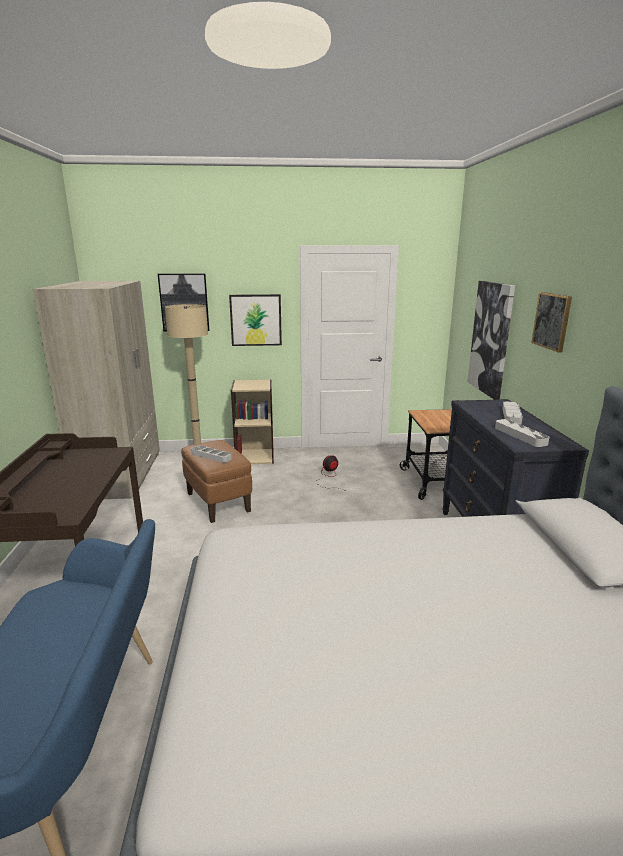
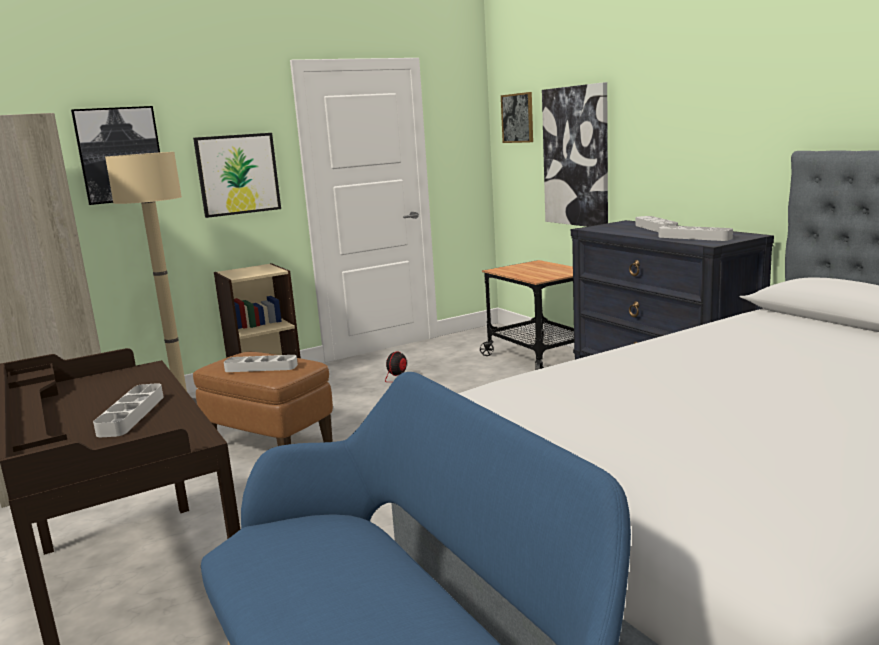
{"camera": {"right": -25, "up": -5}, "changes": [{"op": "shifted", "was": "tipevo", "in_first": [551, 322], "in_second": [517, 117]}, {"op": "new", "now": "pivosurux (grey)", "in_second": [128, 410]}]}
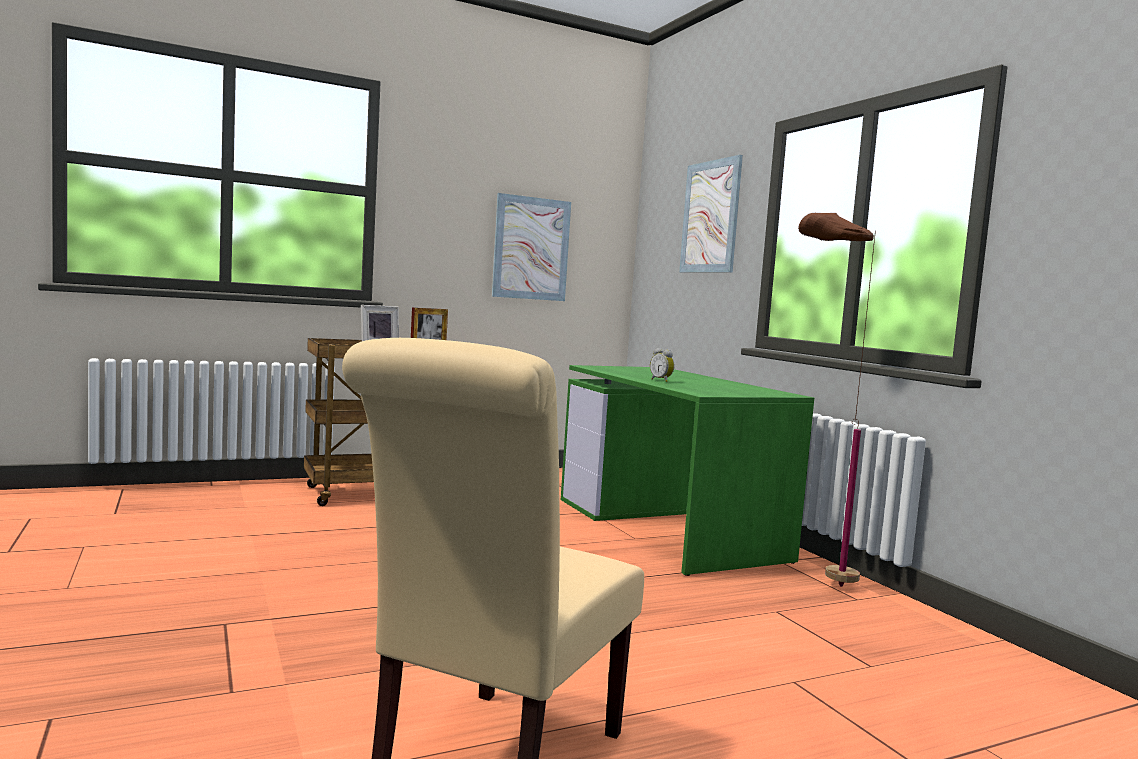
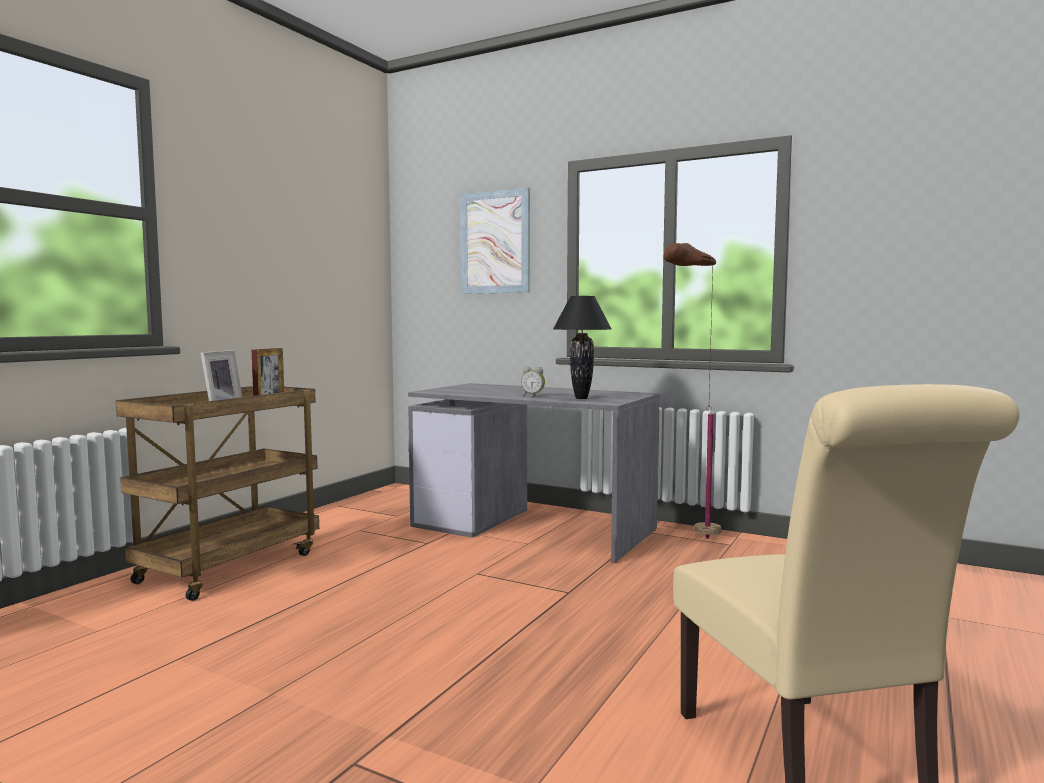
{"camera": {"right": -35, "up": 0}, "changes": [{"op": "gone", "was": "tipevo", "in_first": [531, 247]}, {"op": "repainted", "was": "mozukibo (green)", "now": "mozukibo (grey)", "in_first": [687, 470], "in_second": [534, 472]}, {"op": "new", "now": "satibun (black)", "in_second": [582, 347]}]}
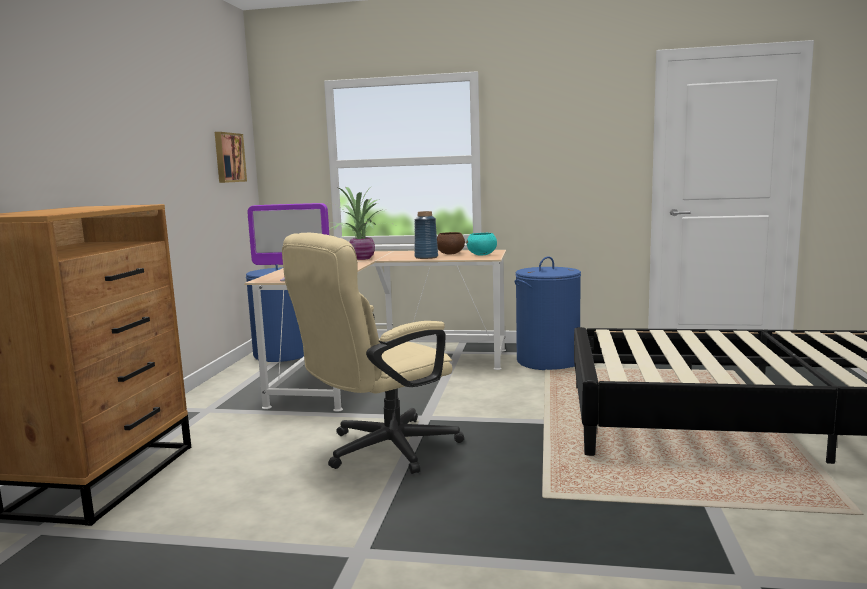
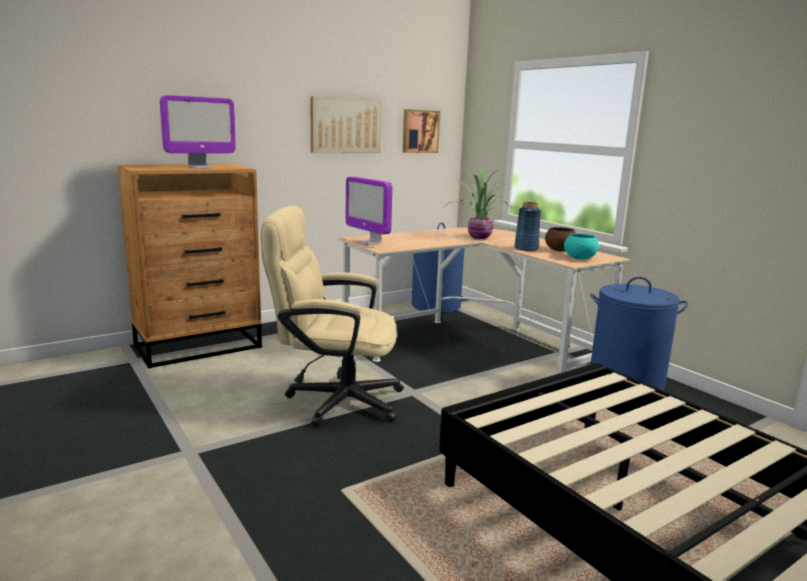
{"camera": {"right": 45, "up": 5}, "changes": [{"op": "new", "now": "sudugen", "in_second": [198, 132]}, {"op": "new", "now": "tipevo", "in_second": [346, 125]}]}
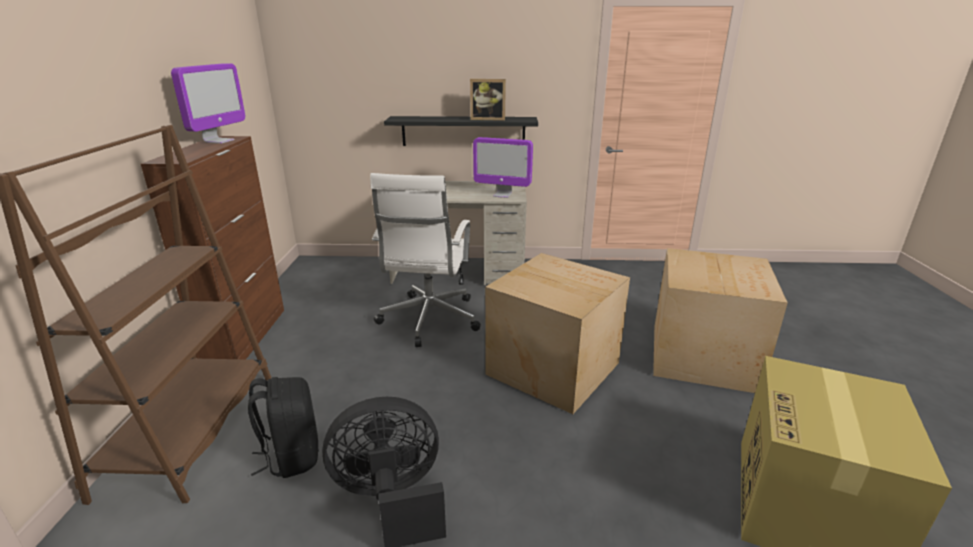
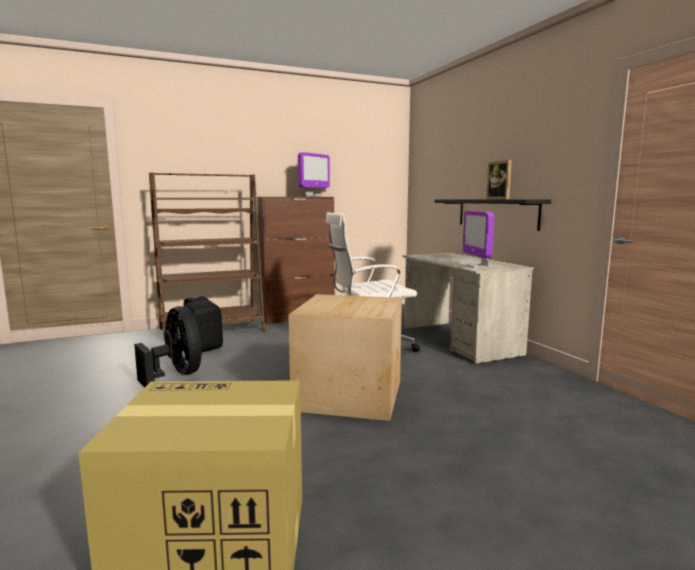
{"camera": {"right": 65, "up": -15}, "changes": [{"op": "rotated", "was": "sudugen", "in_first": [208, 103], "in_second": [314, 174], "clockwise": -45}, {"op": "gone", "was": "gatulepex", "in_first": [720, 320]}]}
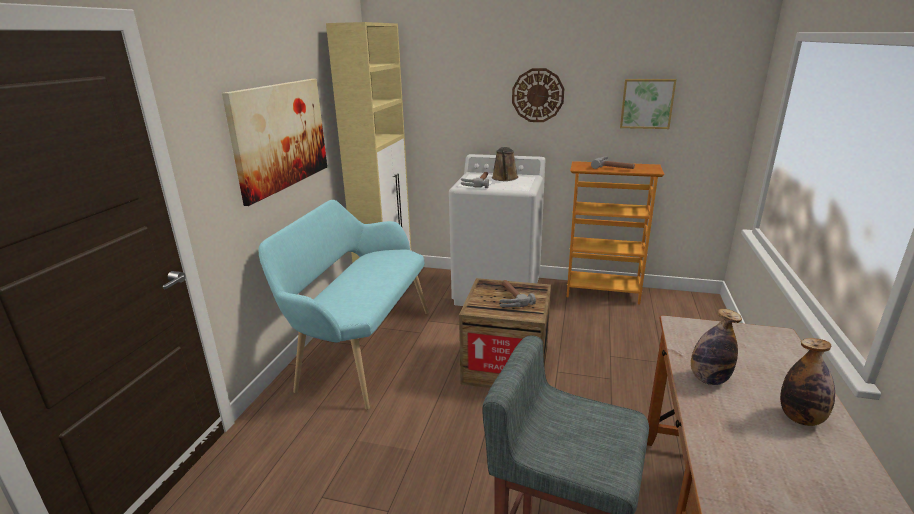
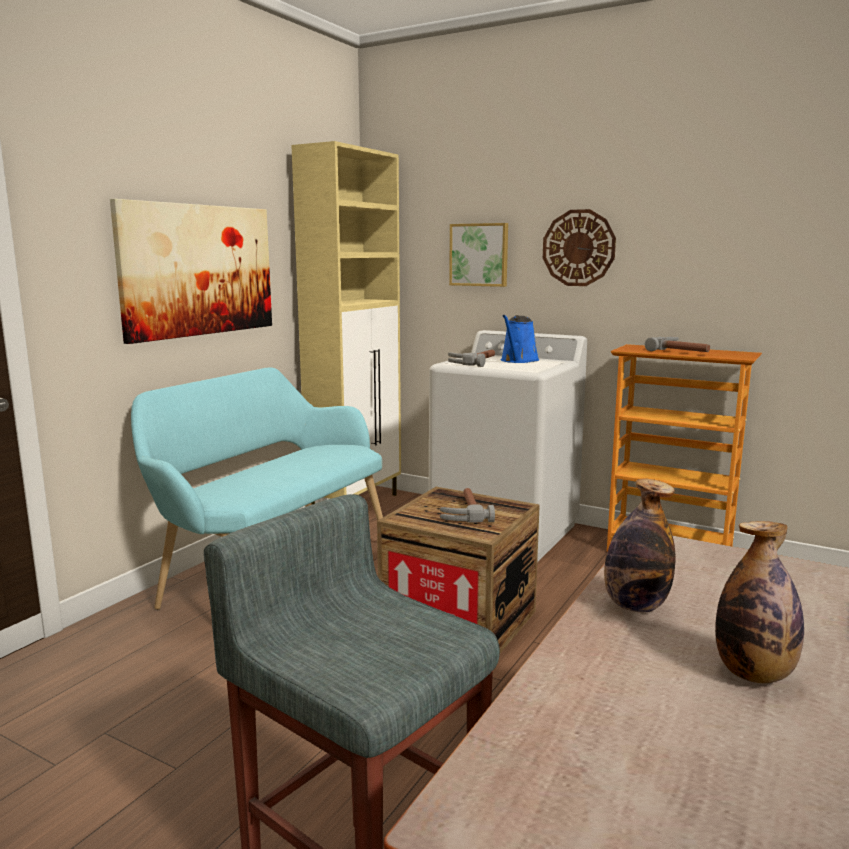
{"camera": {"right": 15, "up": -10}, "changes": [{"op": "repainted", "was": "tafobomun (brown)", "now": "tafobomun (blue)", "in_first": [505, 164], "in_second": [520, 339]}, {"op": "shifted", "was": "tipevo", "in_first": [648, 104], "in_second": [478, 255]}]}
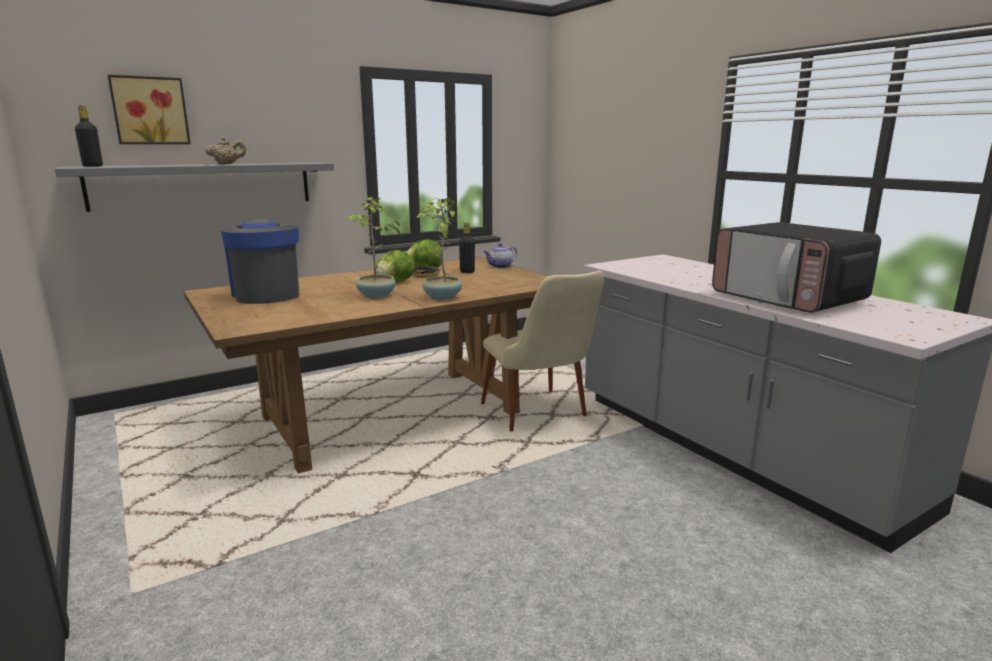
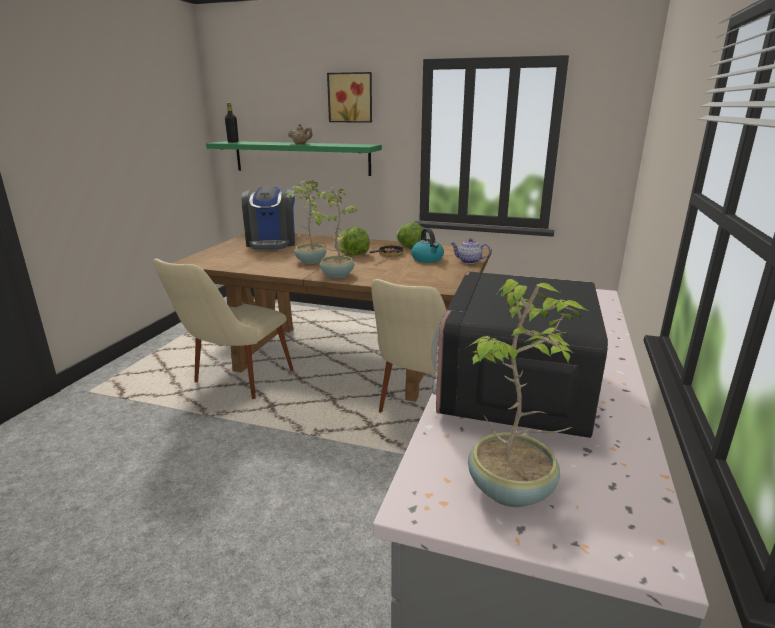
{"camera": {"right": 50, "up": 5}, "changes": [{"op": "repainted", "was": "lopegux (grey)", "now": "lopegux (green)", "in_first": [194, 187], "in_second": [294, 158]}, {"op": "shifted", "was": "tipevo", "in_first": [149, 109], "in_second": [349, 97]}, {"op": "rotated", "was": "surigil", "in_first": [260, 261], "in_second": [268, 217], "clockwise": 150}, {"op": "swapped", "was": "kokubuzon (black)", "now": "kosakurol", "in_first": [467, 248], "in_second": [427, 245]}, {"op": "new", "now": "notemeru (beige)", "in_second": [223, 328]}, {"op": "new", "now": "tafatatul", "in_second": [528, 392]}]}
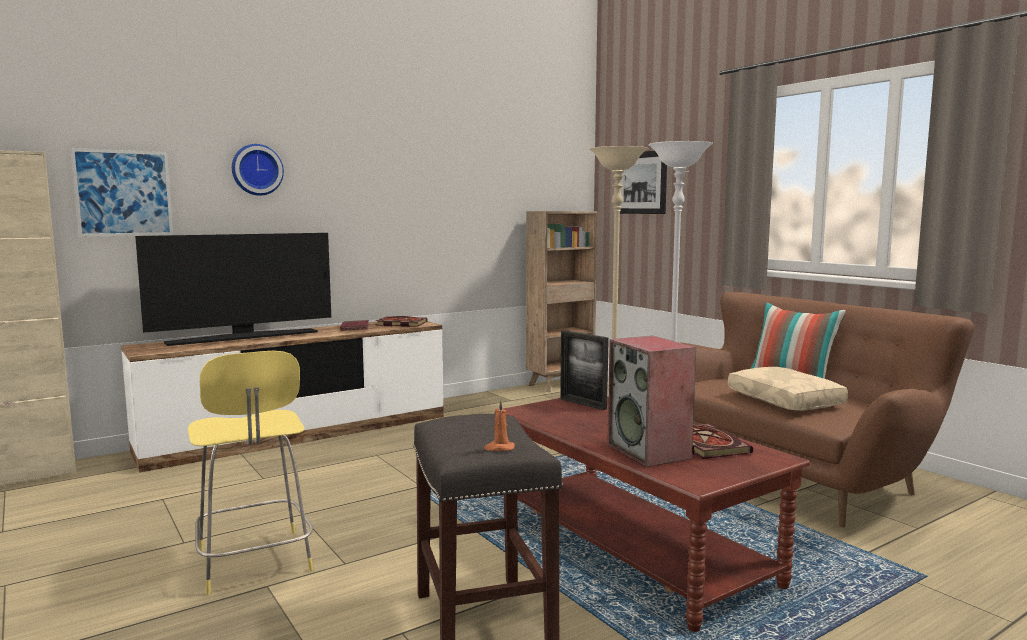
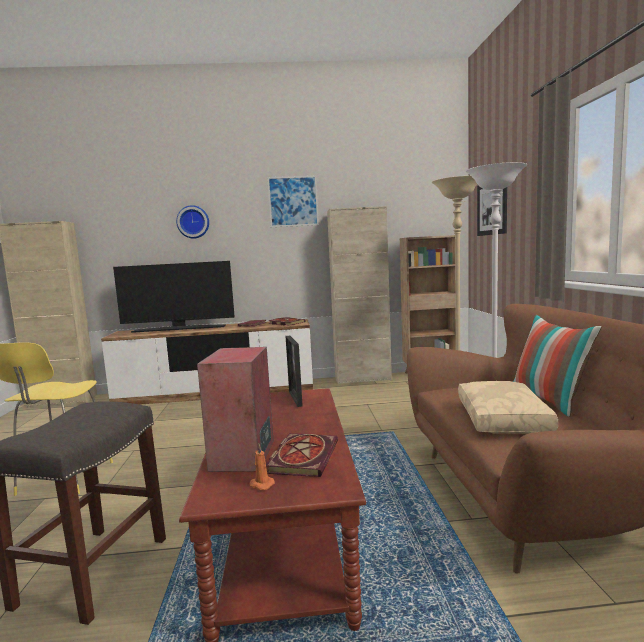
{"camera": {"right": 30, "up": 0}, "changes": [{"op": "shifted", "was": "tipevo", "in_first": [122, 192], "in_second": [293, 201]}, {"op": "shifted", "was": "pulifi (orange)", "in_first": [499, 425], "in_second": [262, 467]}, {"op": "new", "now": "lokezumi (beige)", "in_second": [359, 295]}]}
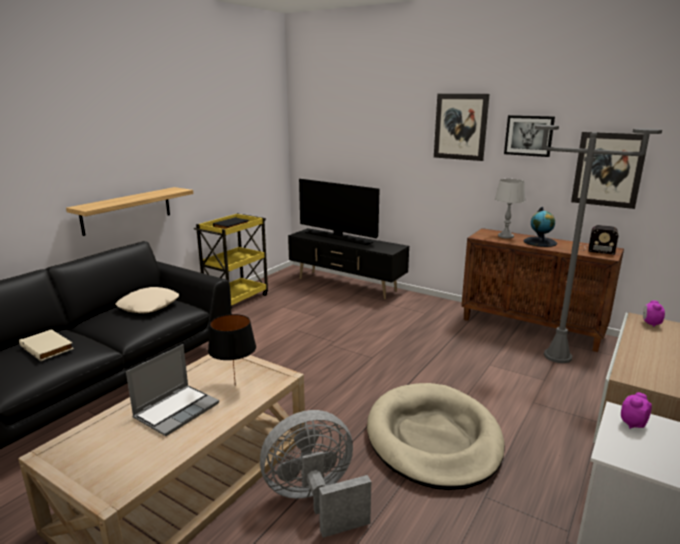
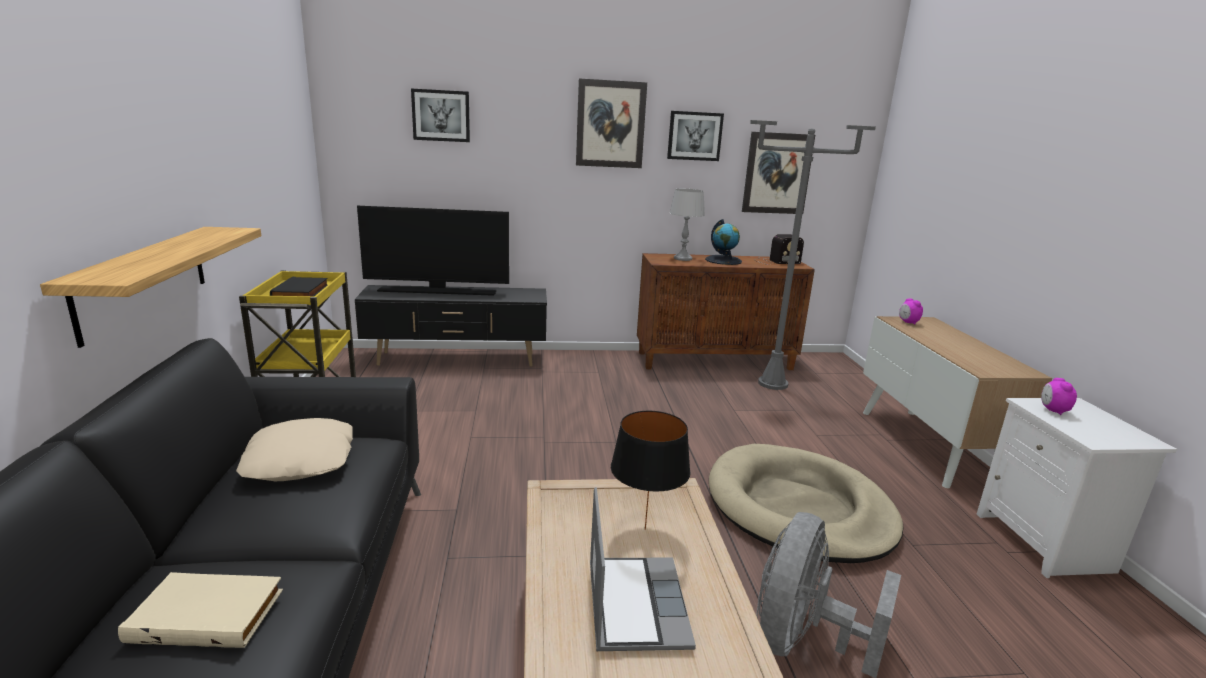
{"camera": {"right": -40, "up": 0}, "changes": [{"op": "new", "now": "tipevo", "in_second": [440, 115]}]}
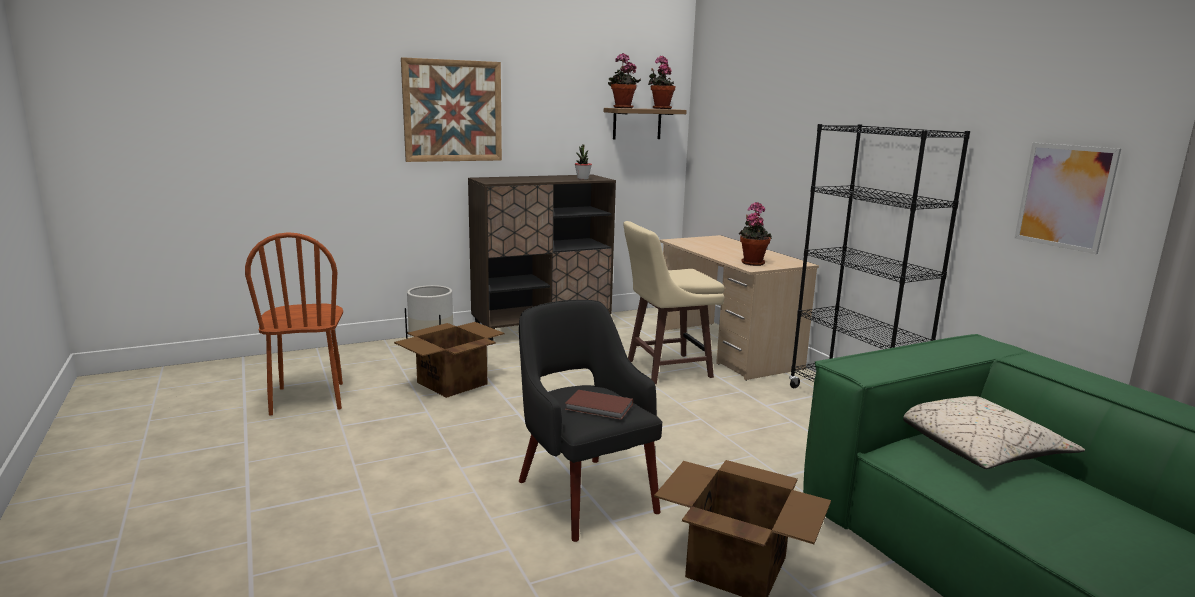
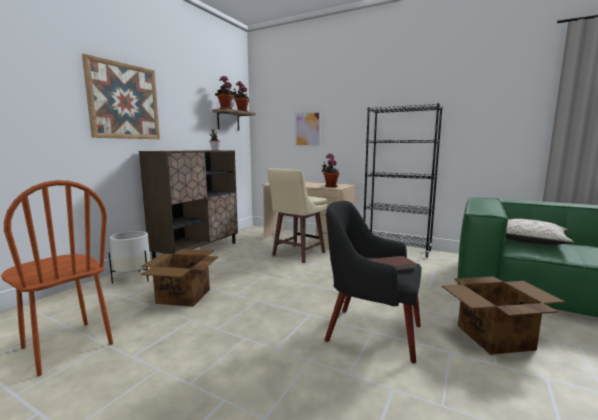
{"camera": {"right": -35, "up": -5}, "changes": [{"op": "shifted", "was": "tipevo", "in_first": [1068, 198], "in_second": [308, 129]}]}
